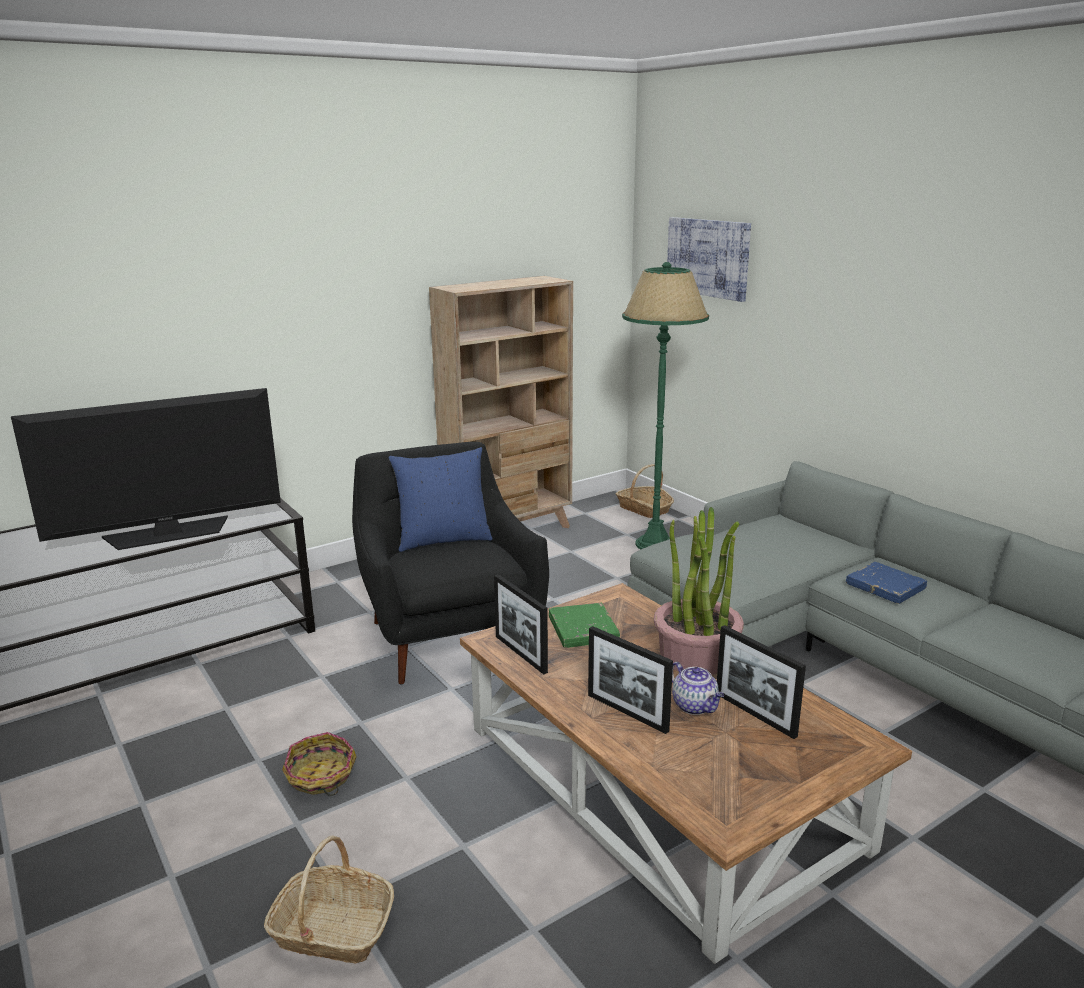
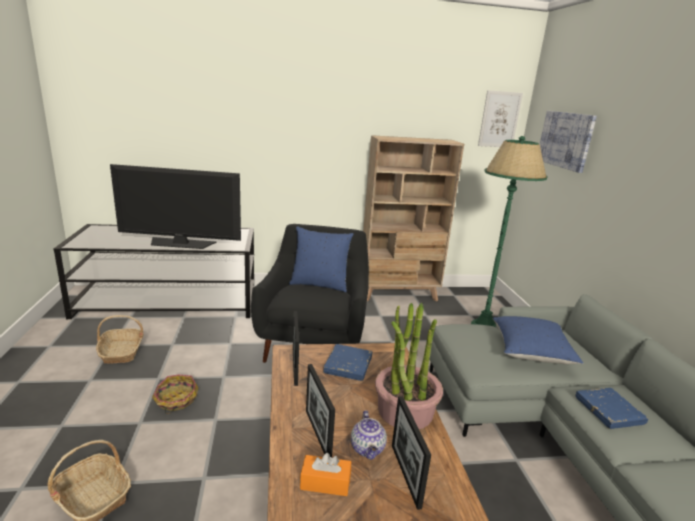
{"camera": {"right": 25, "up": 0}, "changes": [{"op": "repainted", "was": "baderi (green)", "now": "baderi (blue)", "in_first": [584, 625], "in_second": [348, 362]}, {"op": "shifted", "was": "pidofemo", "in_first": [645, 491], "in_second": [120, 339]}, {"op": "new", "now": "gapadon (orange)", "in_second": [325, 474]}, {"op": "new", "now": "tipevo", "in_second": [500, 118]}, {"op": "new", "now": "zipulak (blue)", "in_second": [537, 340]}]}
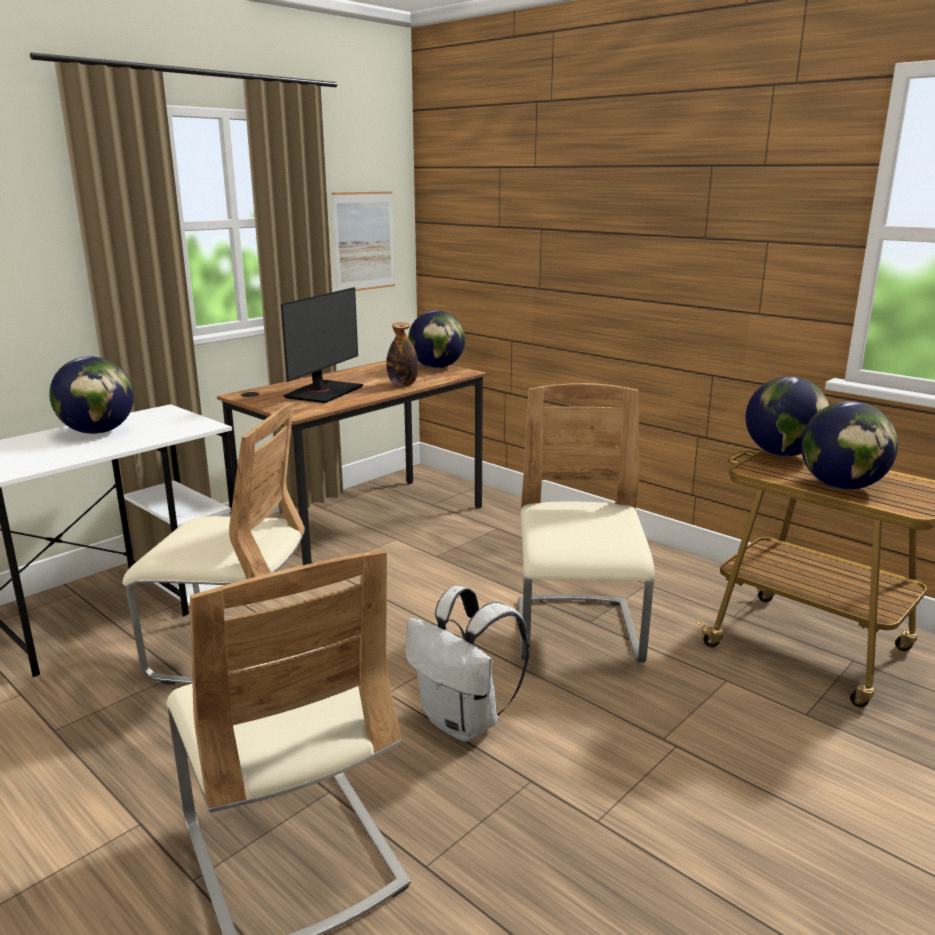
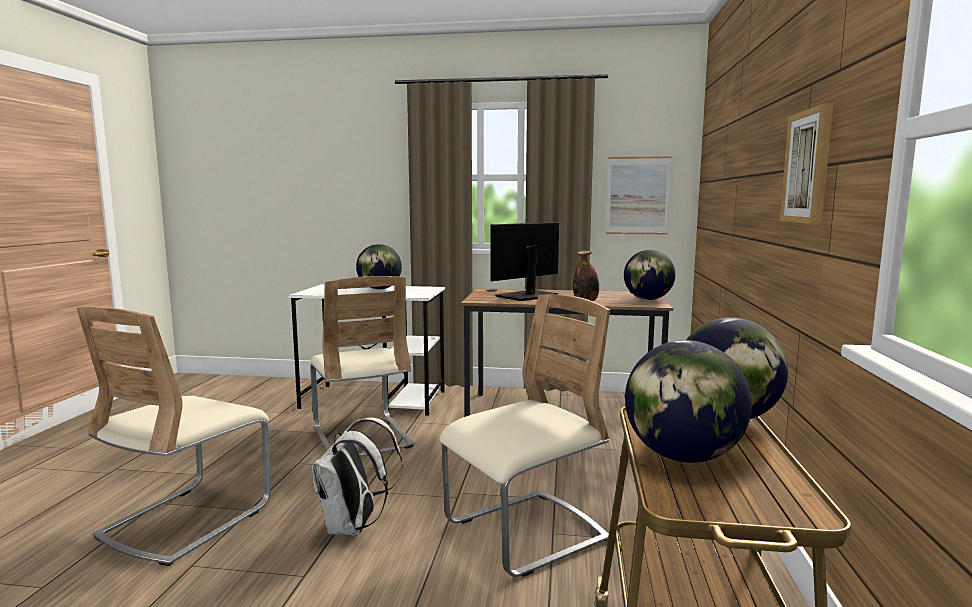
{"camera": {"right": 55, "up": -10}, "changes": [{"op": "rotated", "was": "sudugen", "in_first": [322, 345], "in_second": [525, 261], "clockwise": 150}, {"op": "new", "now": "tipevo", "in_second": [806, 163]}]}
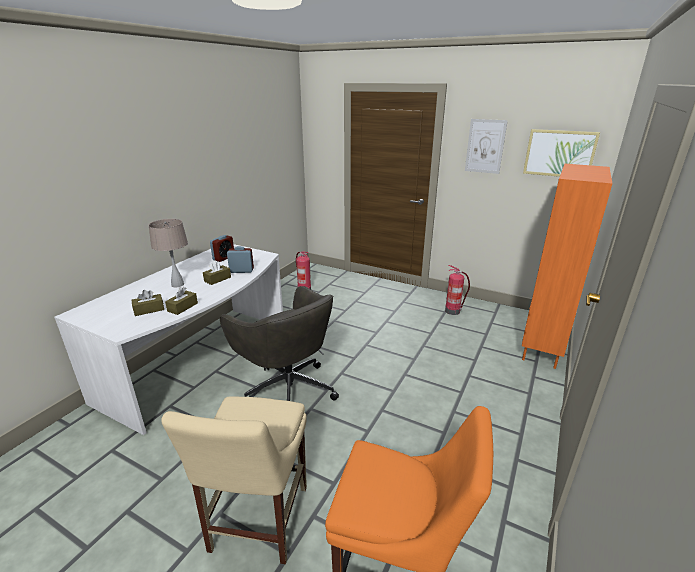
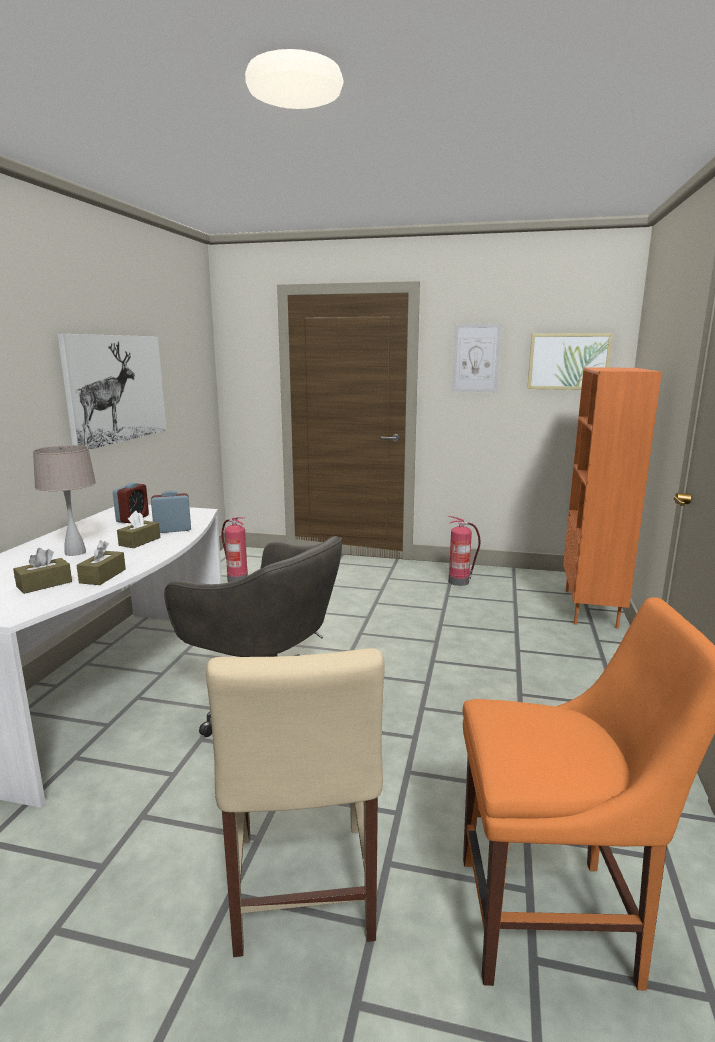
{"camera": {"right": -15, "up": -10}, "changes": [{"op": "new", "now": "tipevo", "in_second": [112, 392]}]}
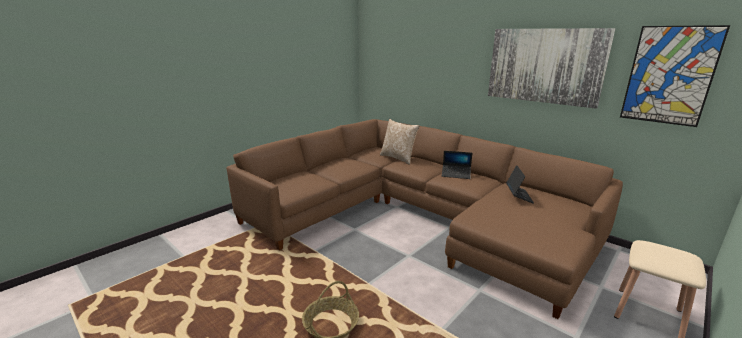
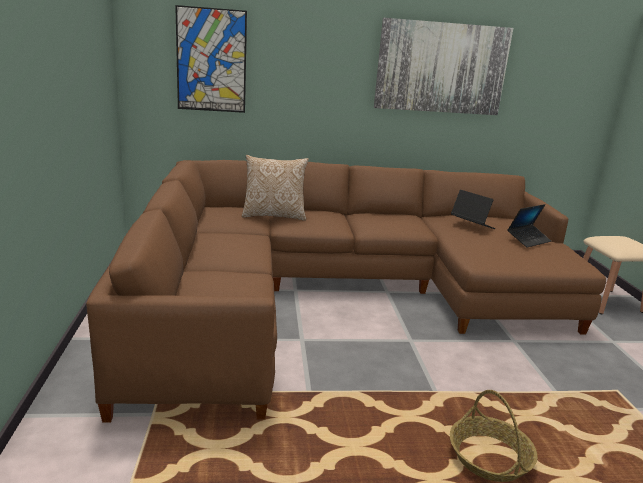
{"camera": {"right": -50, "up": 0}, "changes": [{"op": "shifted", "was": "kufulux", "in_first": [457, 165], "in_second": [529, 226]}, {"op": "shifted", "was": "tipevo", "in_first": [675, 76], "in_second": [211, 59]}]}
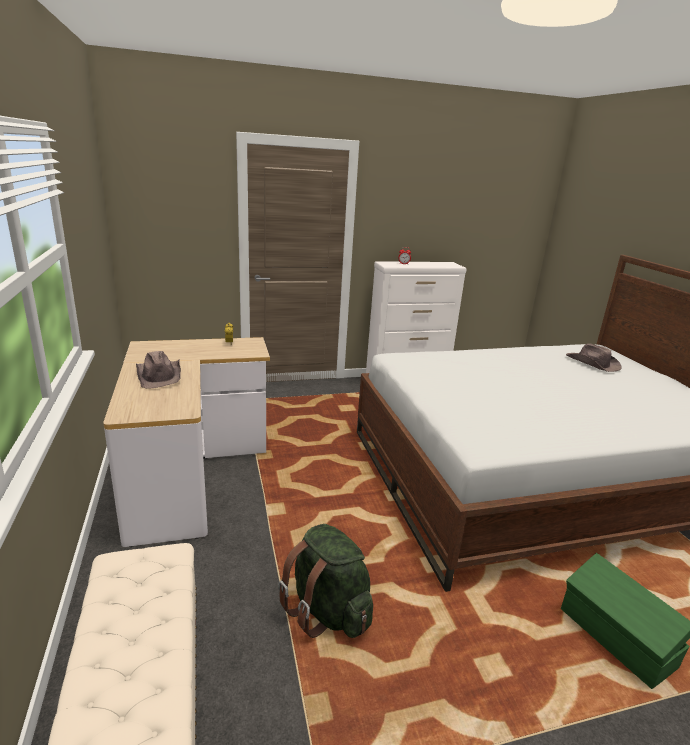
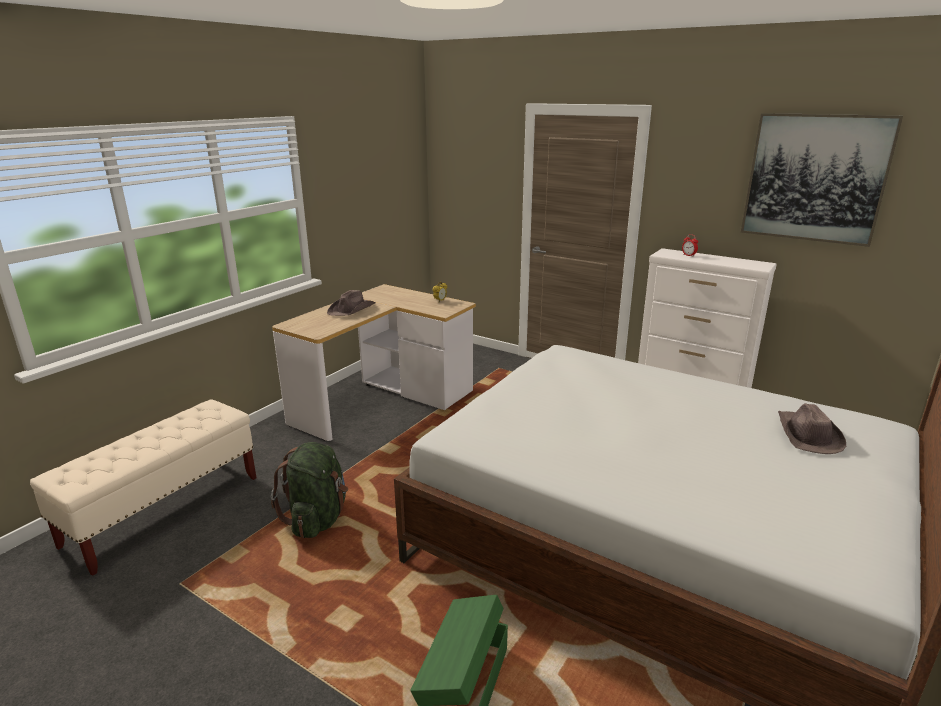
{"camera": {"right": 50, "up": 0}, "changes": [{"op": "new", "now": "tipevo", "in_second": [822, 180]}]}
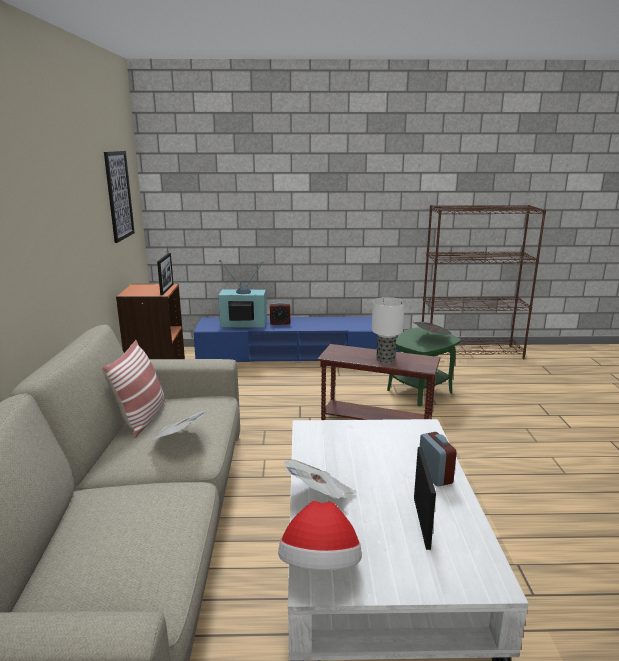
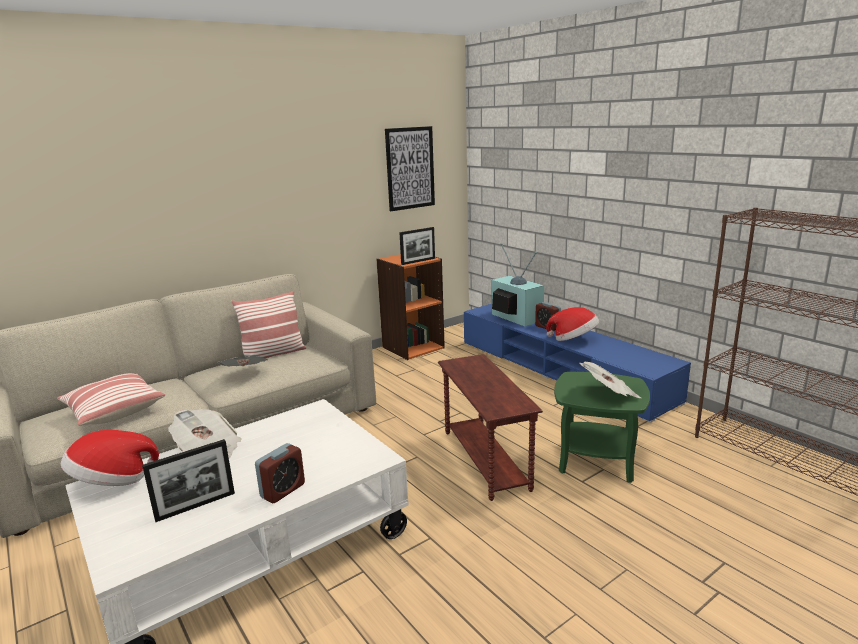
{"camera": {"right": 55, "up": 0}, "changes": [{"op": "gone", "was": "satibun", "in_first": [388, 330]}, {"op": "new", "now": "zipulak", "in_second": [111, 399]}, {"op": "new", "now": "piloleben", "in_second": [572, 324]}]}
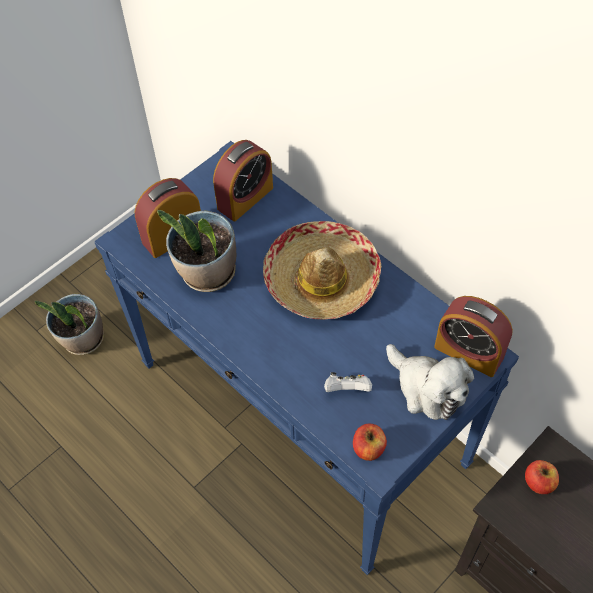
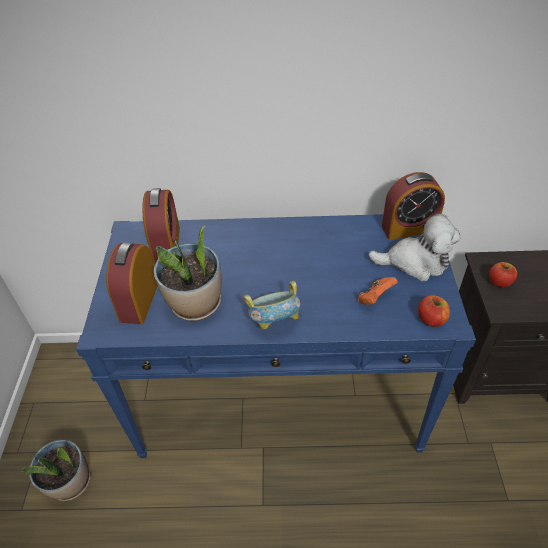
{"camera": {"right": -45, "up": -10}, "changes": [{"op": "gone", "was": "piloleben", "in_first": [322, 270]}, {"op": "repainted", "was": "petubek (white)", "now": "petubek (orange)", "in_first": [348, 382], "in_second": [377, 291]}, {"op": "new", "now": "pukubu", "in_second": [271, 305]}]}
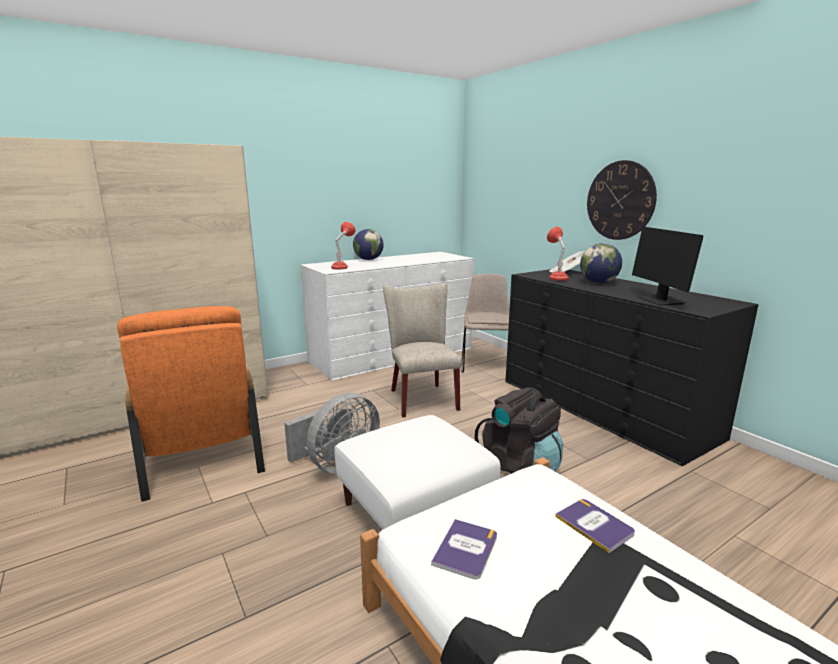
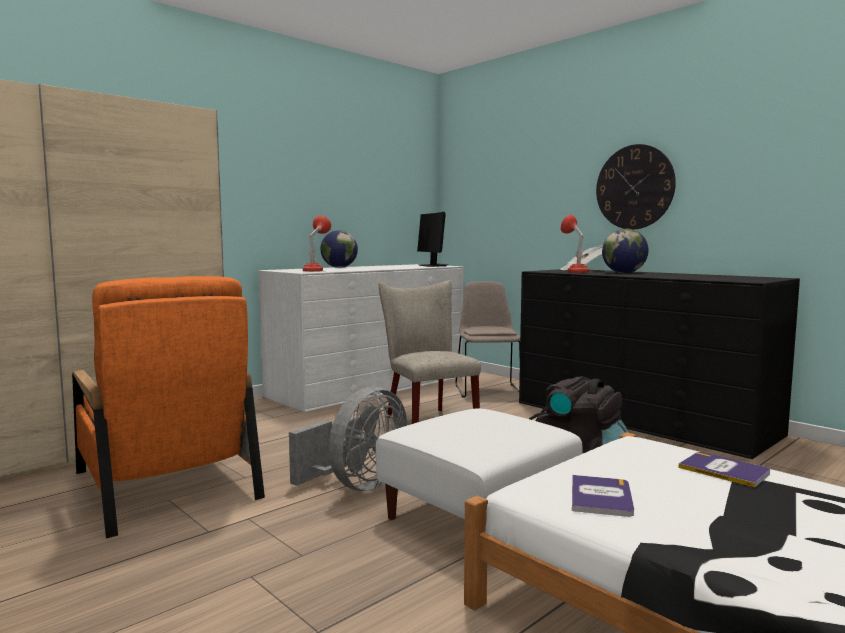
{"camera": {"right": -10, "up": -10}, "changes": [{"op": "shifted", "was": "sudugen", "in_first": [667, 266], "in_second": [432, 239]}]}
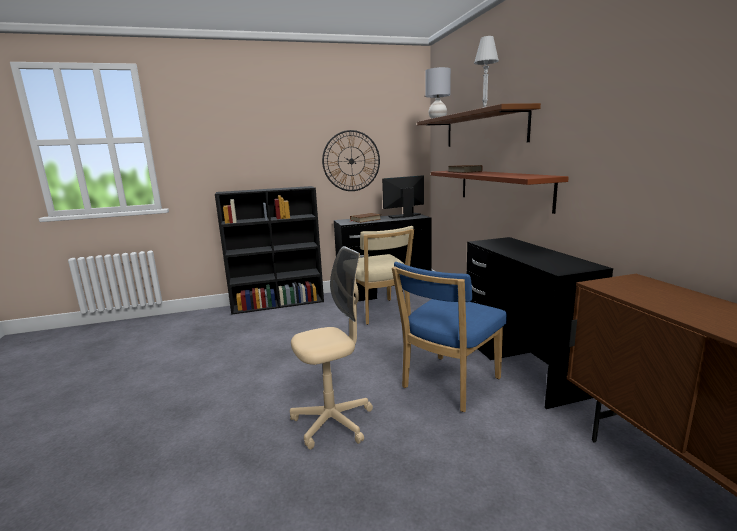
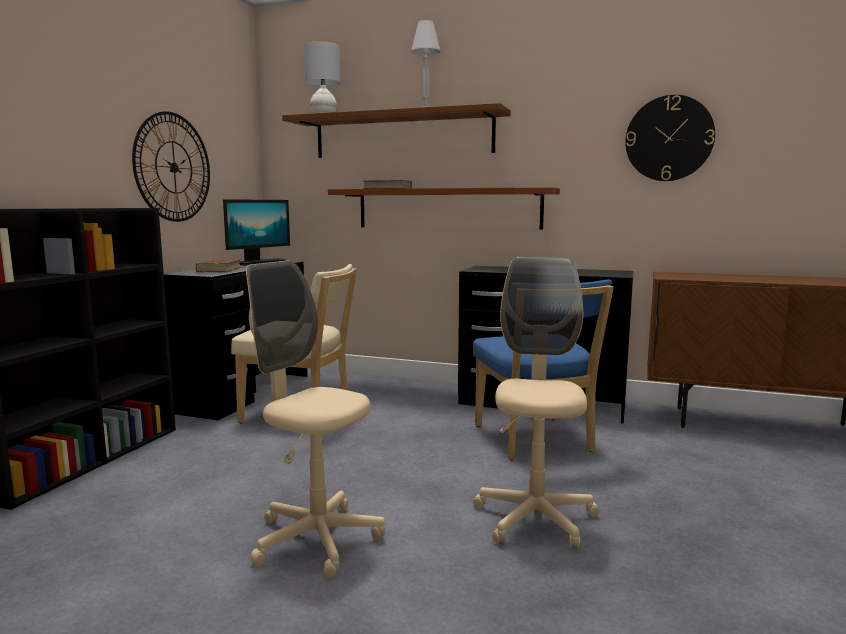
{"camera": {"right": -55, "up": -5}, "changes": [{"op": "rotated", "was": "sudugen", "in_first": [403, 197], "in_second": [256, 232], "clockwise": -150}, {"op": "new", "now": "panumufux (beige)", "in_second": [315, 420]}, {"op": "new", "now": "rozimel", "in_second": [670, 138]}]}
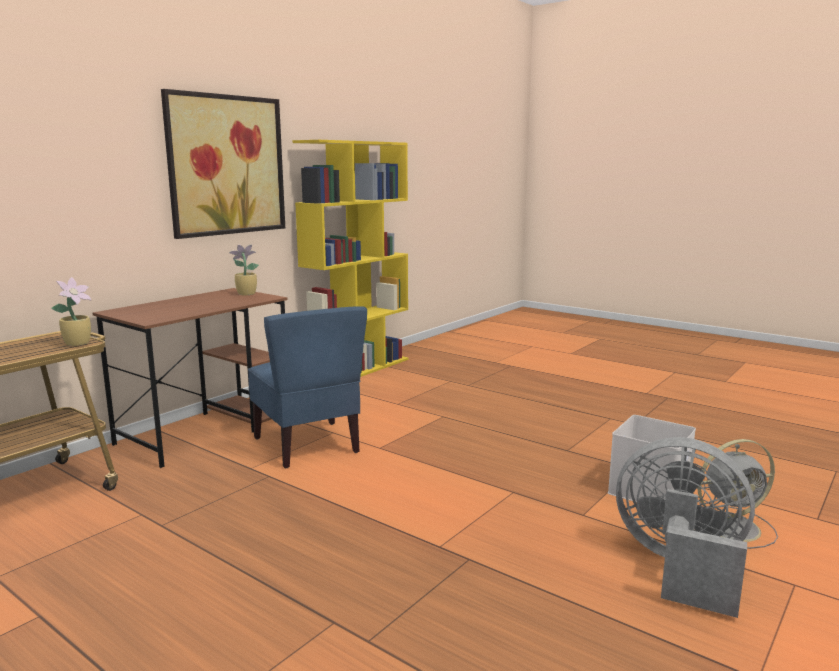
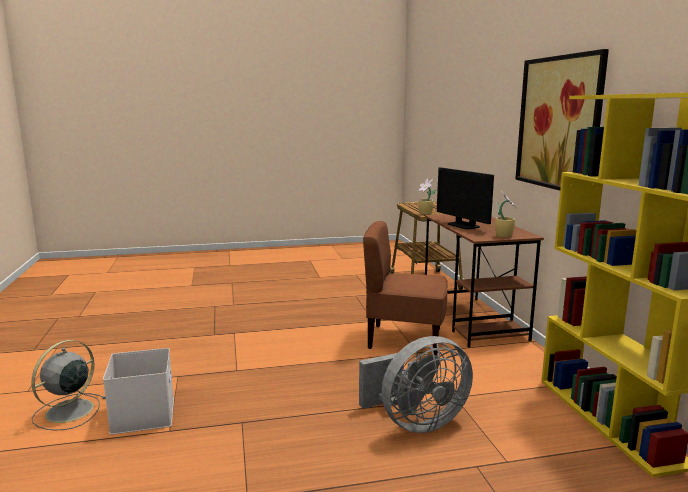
{"camera": {"right": 130, "up": 0}, "changes": [{"op": "repainted", "was": "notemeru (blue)", "now": "notemeru (brown)", "in_first": [307, 387], "in_second": [405, 288]}, {"op": "shifted", "was": "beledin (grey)", "in_first": [685, 527], "in_second": [416, 384]}, {"op": "new", "now": "sudugen", "in_second": [465, 198]}]}
